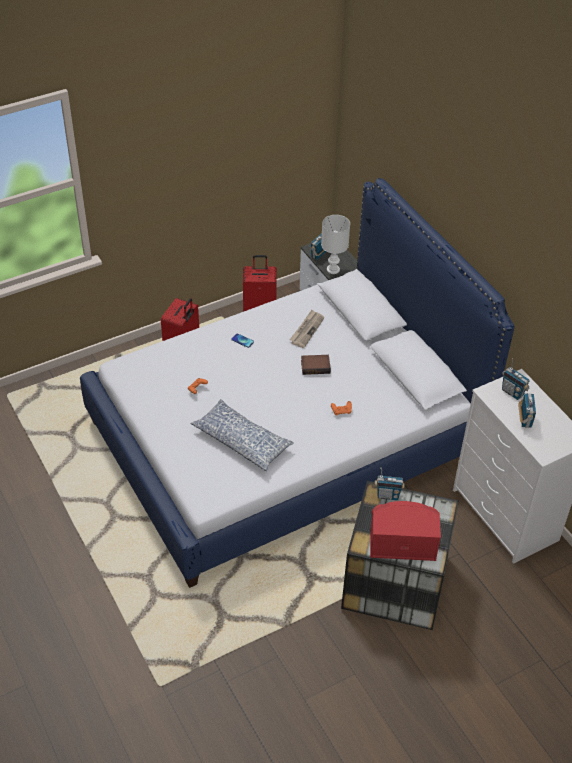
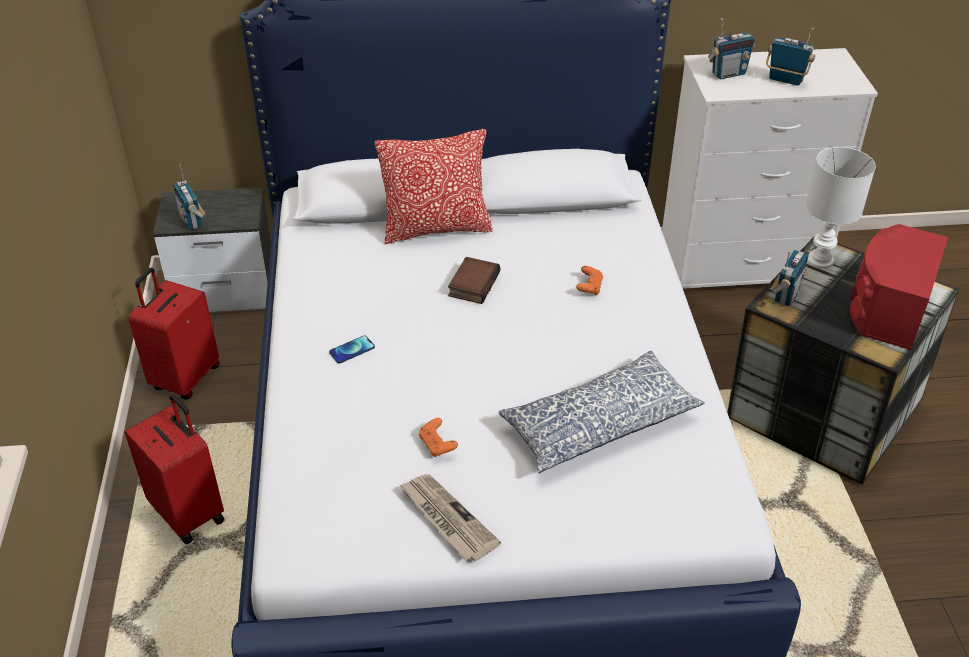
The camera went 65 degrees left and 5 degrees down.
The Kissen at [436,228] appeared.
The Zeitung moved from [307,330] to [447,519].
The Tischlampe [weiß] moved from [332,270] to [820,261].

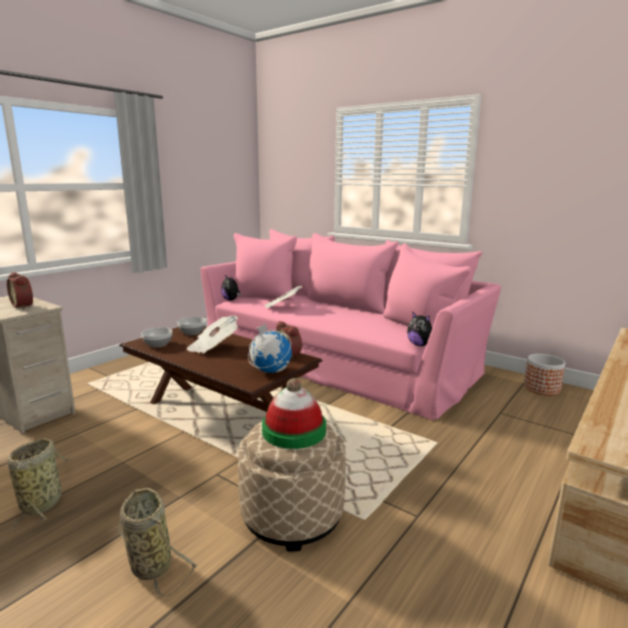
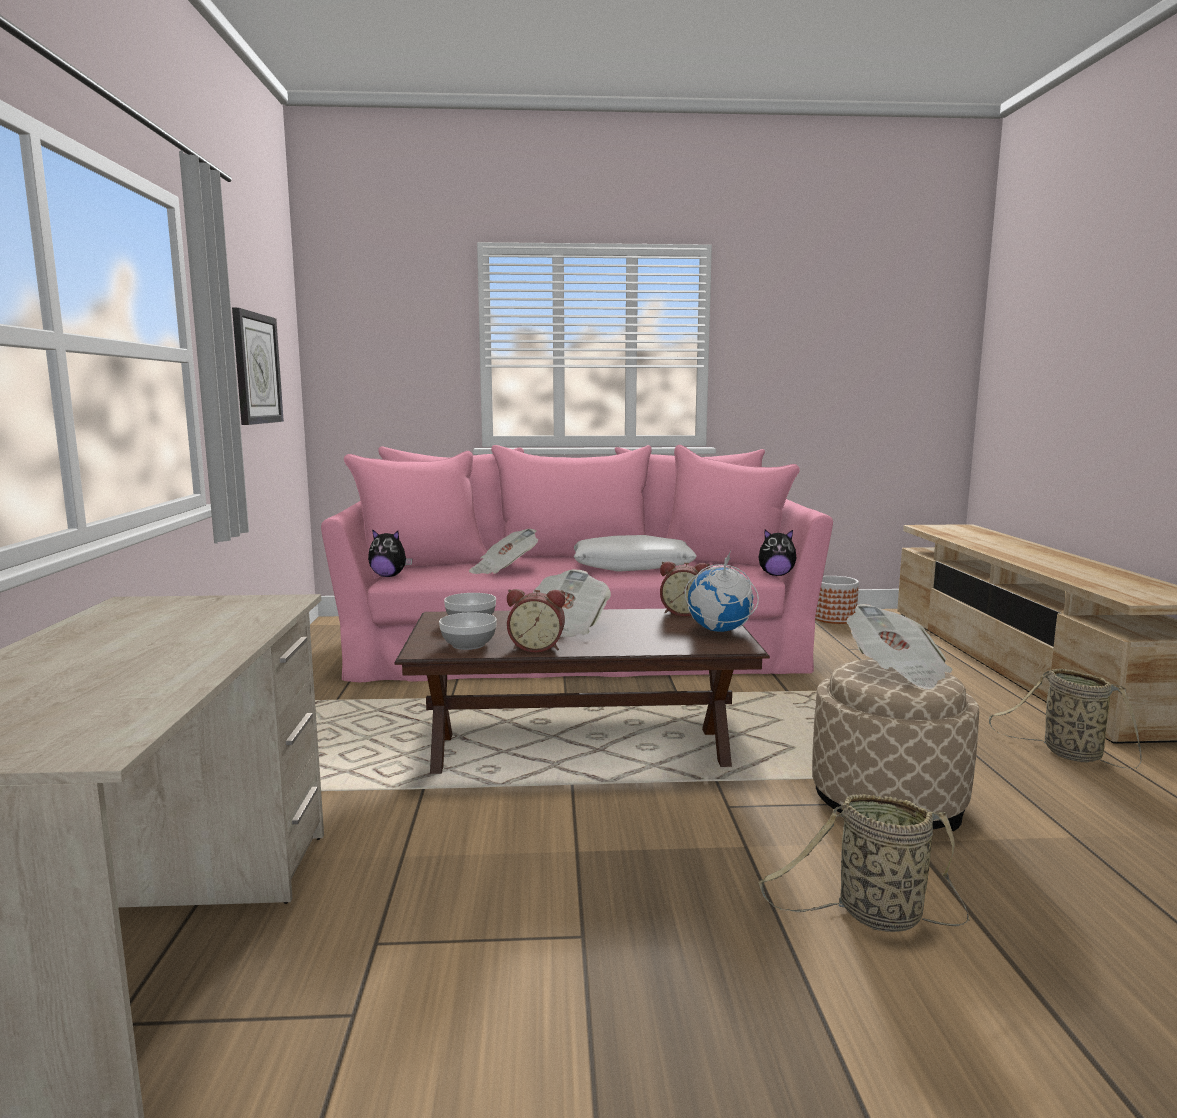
The camera went 40 degrees left and 5 degrees down.
The Wanduhr at [256,368] appeared.
The Kissen [weiß] at [632,567] appeared.
The Wecker moved from [24,306] to [537,647].
The Korb moved from [43,502] to [1067,753].
The Hut at [294,431] was replaced by the Zeitung at [897,672].

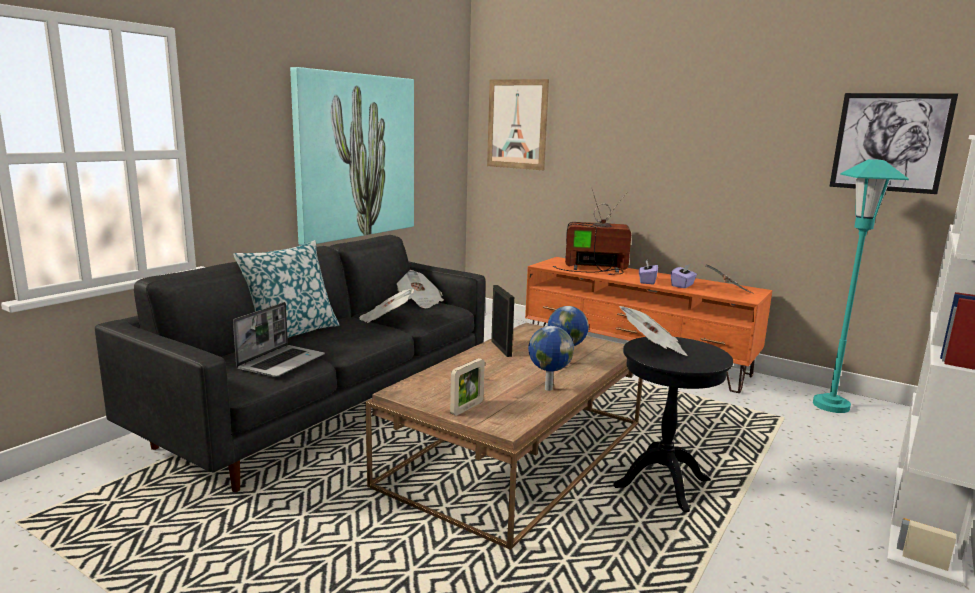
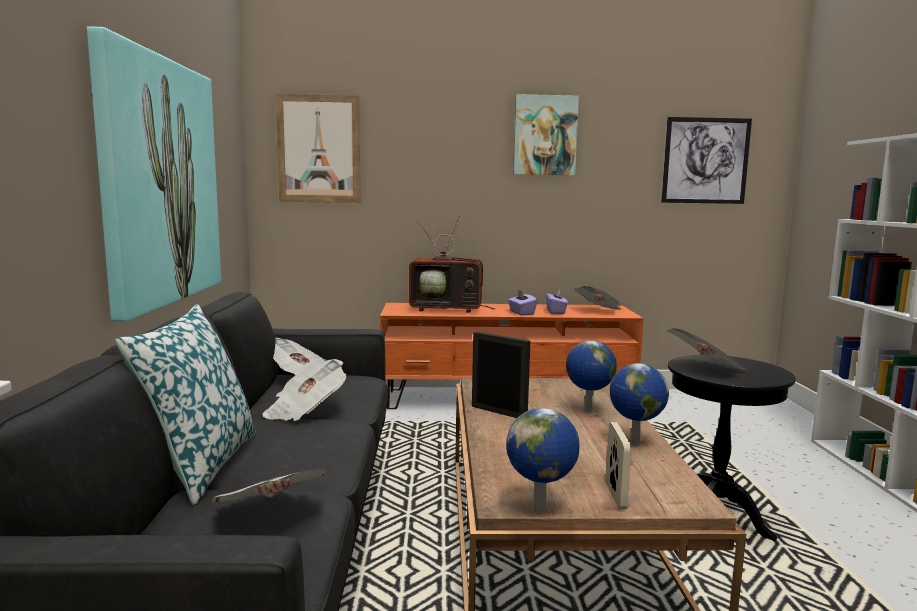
The camera went 35 degrees left and 5 degrees down.
The Stehlampe [türkis] at [831,405] disappeared.
The Globus at [541,510] appeared.
The Bild at [545,135] appeared.
The Laptop at [281,362] was replaced by the Zeitung at [270,515].
The Fernseher at [593,268] turned 150 degrees counterclockwise.

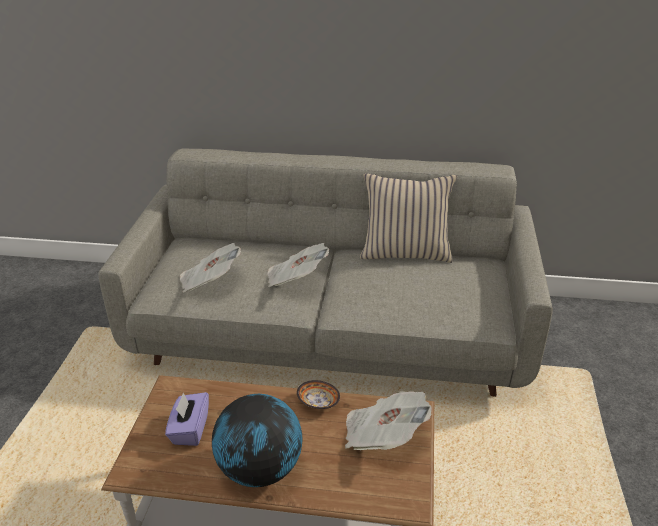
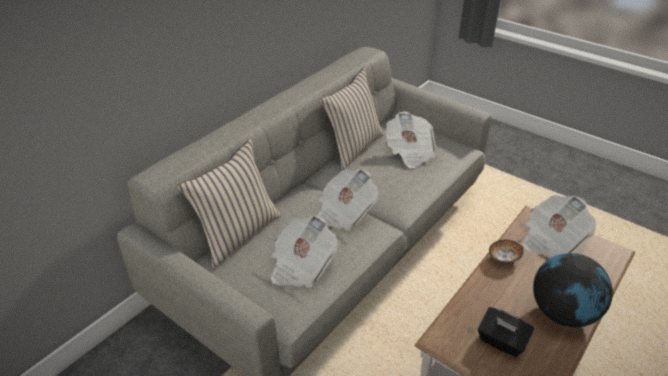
The camera went 60 degrees left and 5 degrees up.
The Kissen [beige] at [237,234] appeared.
The Zeitung at [409,152] appeared.
The Taschentuchbox [lila] at [190,430] became the Taschentuchbox [schwarz] at [501,342].

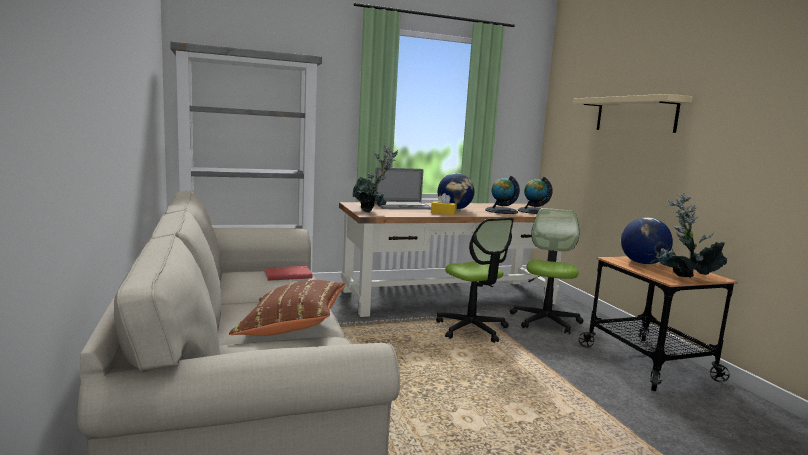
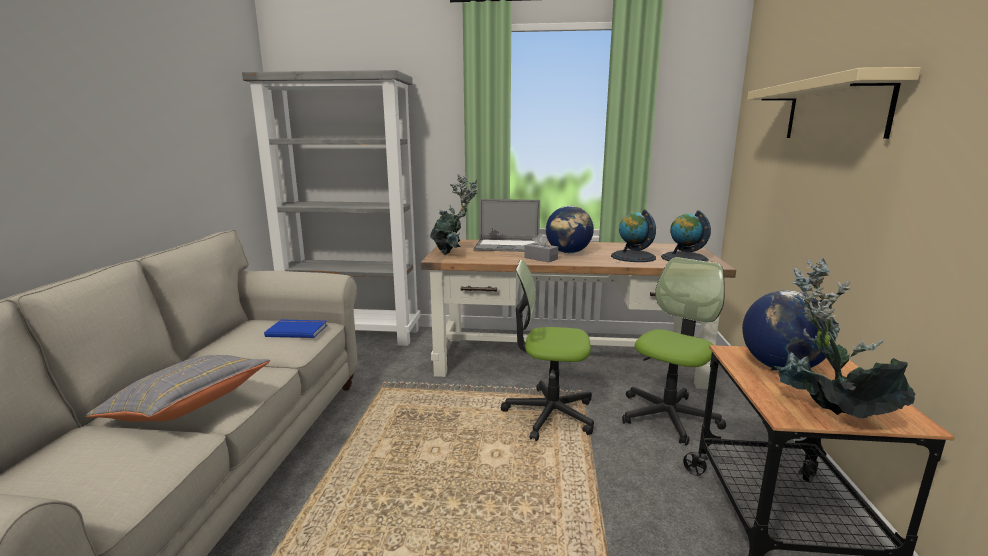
The camera went 25 degrees right and 5 degrees up.
The Kissen [braun] at [292,326] became the Kissen [grau] at [187,409].
The Buch [rot] at [287,275] became the Buch [blau] at [297,330].
The Taschentuchbox [gelb] at [443,213] became the Taschentuchbox [grau] at [541,258].
The Bürostuhl at [471,329] turned 105 degrees clockwise.

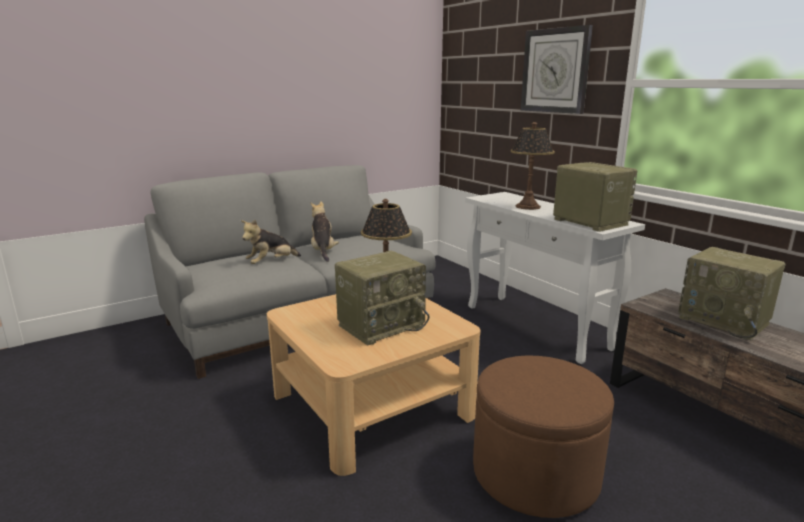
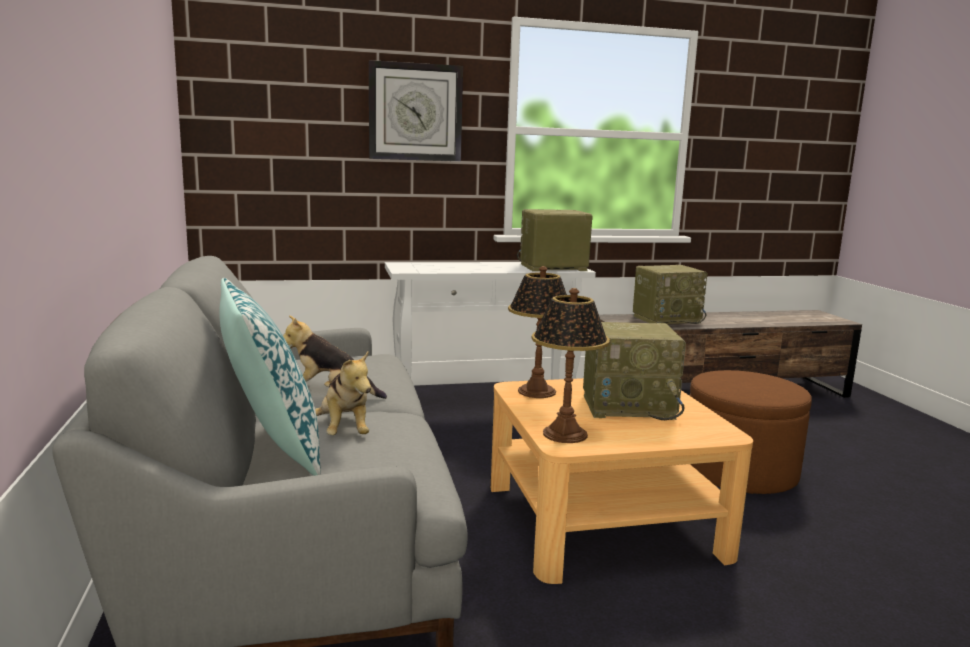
The camera went 70 degrees left and 5 degrees down.
The Kissen at [271,446] appeared.
The Tischlampe moved from [527,206] to [564,434].
The Radio at [381,325] turned 105 degrees clockwise.

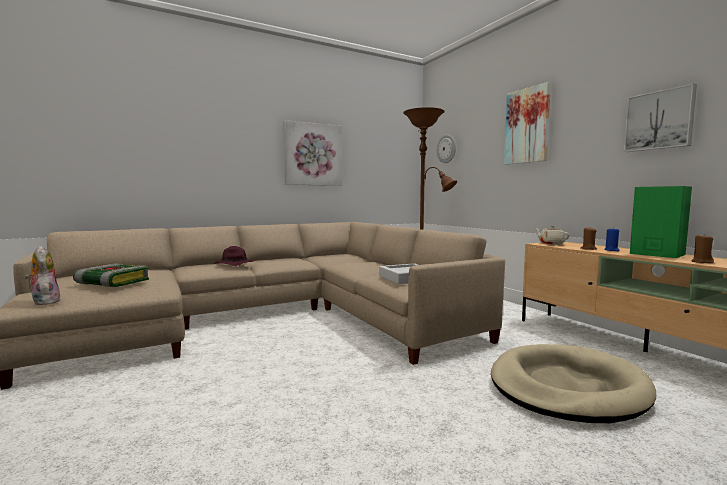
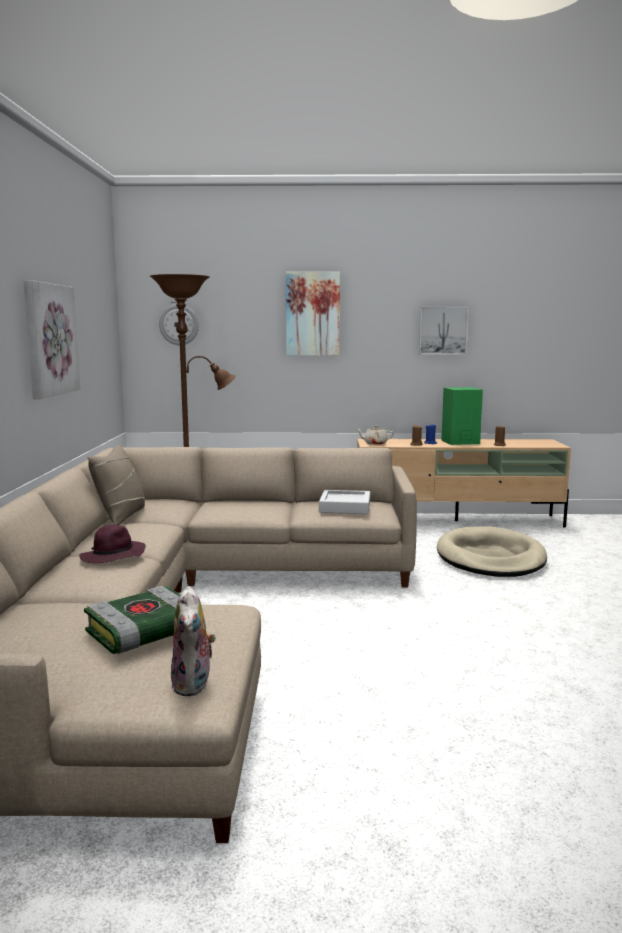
The camera went 60 degrees left and 5 degrees up.
The Kissen [beige] at [121,516] appeared.
The Plüschtier at [44,302] turned 90 degrees counterclockwise.

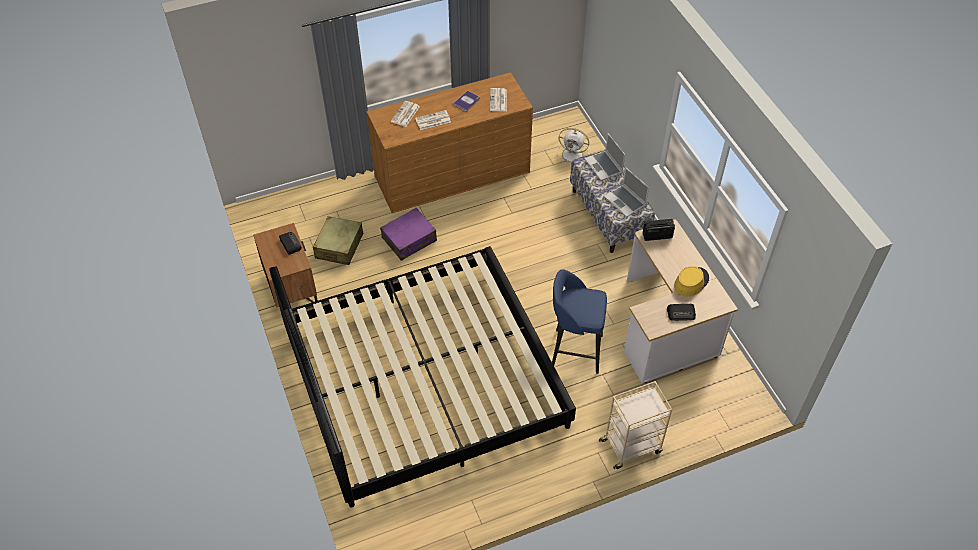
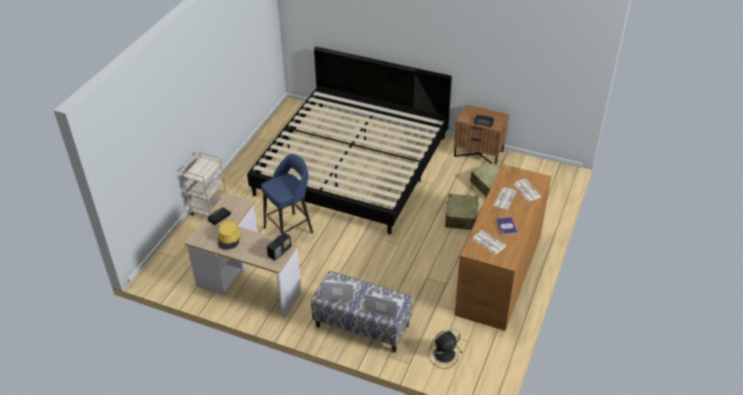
The camera went 135 degrees right and 10 degrees down.
The Koffer [lila] at [409,239] became the Koffer [beige] at [461,217].
The Ventilator [weiß] at [573,155] became the Ventilator [schwarz] at [443,354].

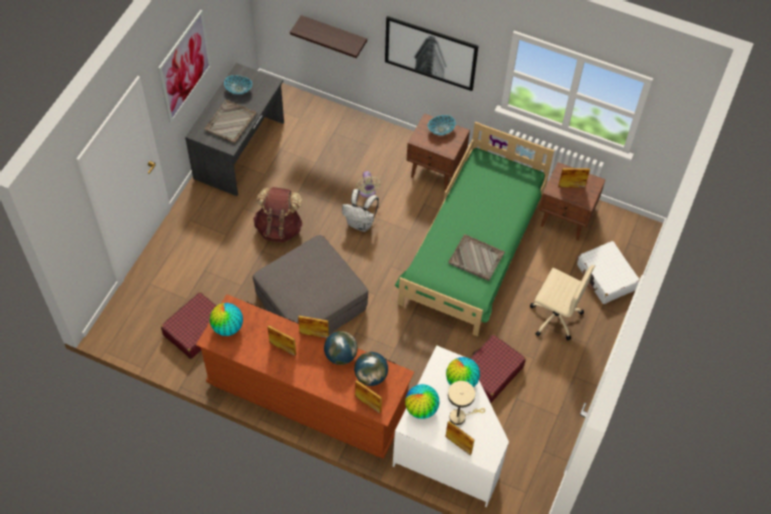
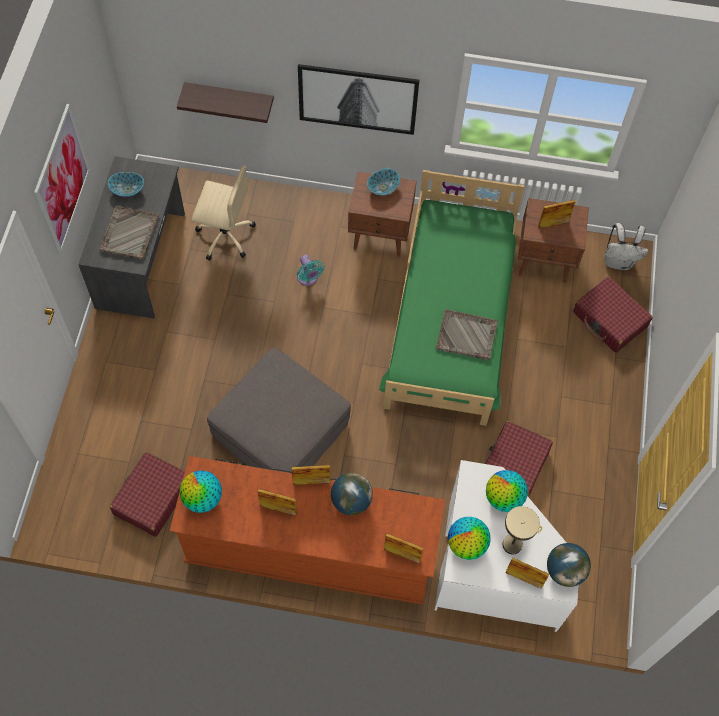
The camera went 15 degrees left and 5 degrees up.
The Rucksack [braun] at [279,228] disappeared.
The Rucksack [weiß] moved from [360,223] to [619,261].
The Globus moved from [371,376] to [564,570].
The Bürostuhl [beige] moved from [554,316] to [224,235].
The Ventilator [beige] at [367,192] became the Ventilator [türkis] at [308,278].
The Koffer [weiß] at [606,277] became the Koffer [rot] at [609,320].

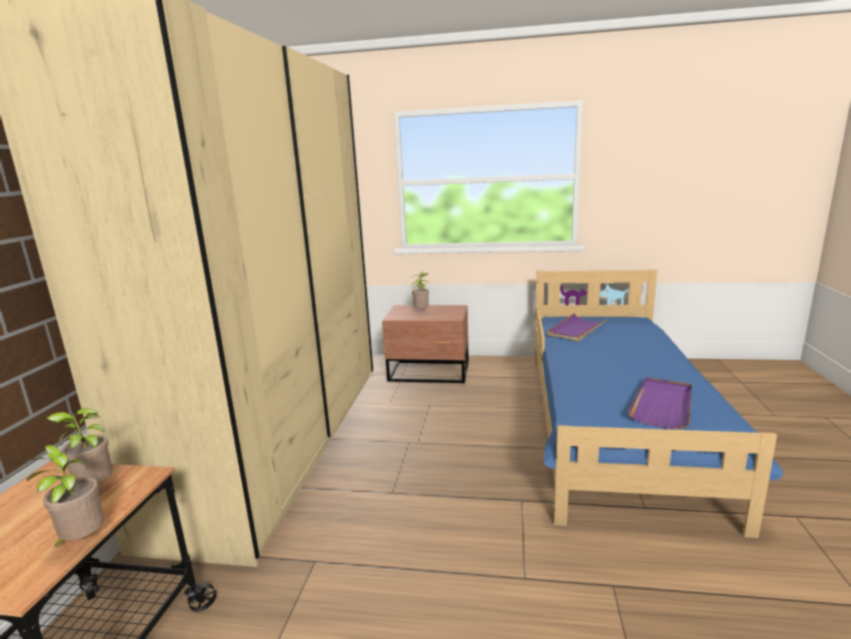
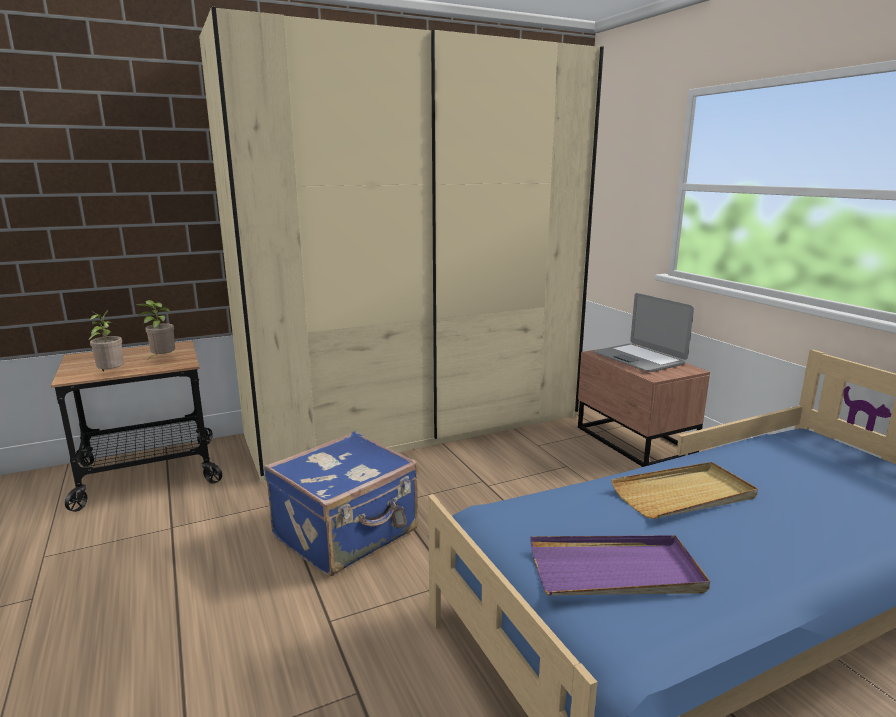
The camera went 55 degrees right and 0 degrees up.
The Tablett [lila] at [576,330] disappeared.
The Koffer [blau] at [347,534] appeared.
The Tablett [beige] at [684,495] appeared.
The Topfpflanze at [421,311] was replaced by the Laptop at [639,359].

